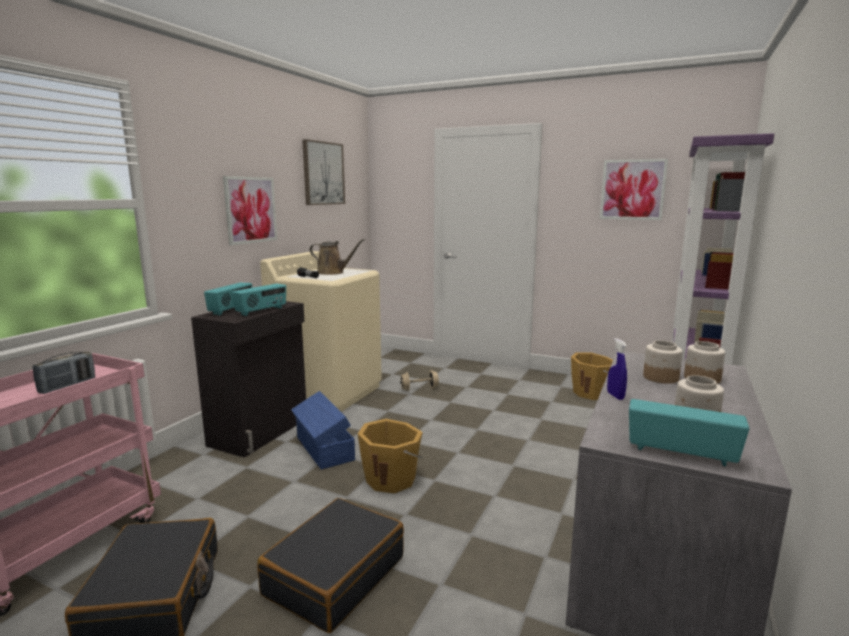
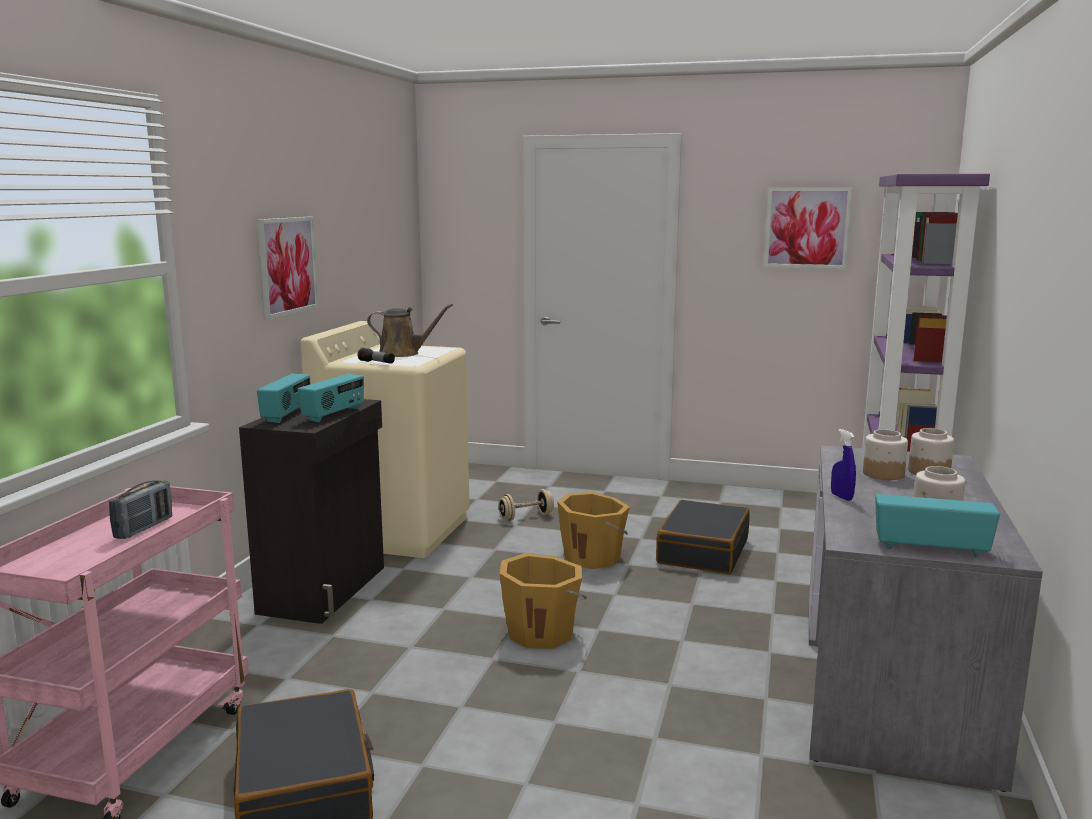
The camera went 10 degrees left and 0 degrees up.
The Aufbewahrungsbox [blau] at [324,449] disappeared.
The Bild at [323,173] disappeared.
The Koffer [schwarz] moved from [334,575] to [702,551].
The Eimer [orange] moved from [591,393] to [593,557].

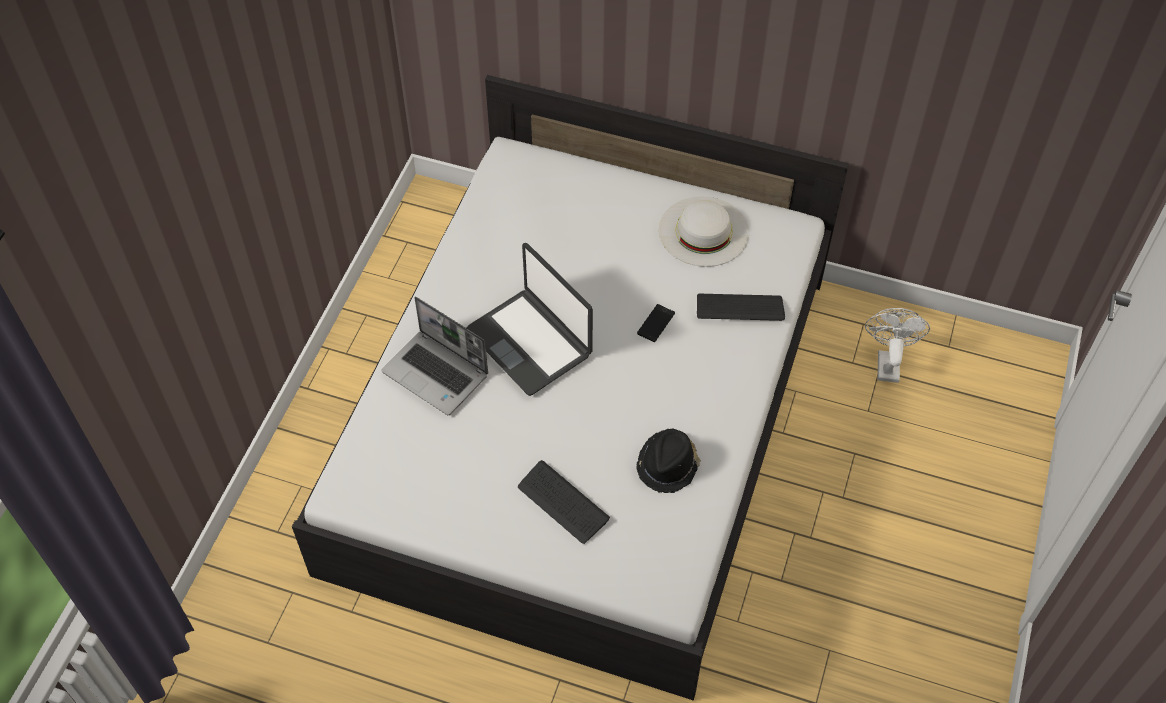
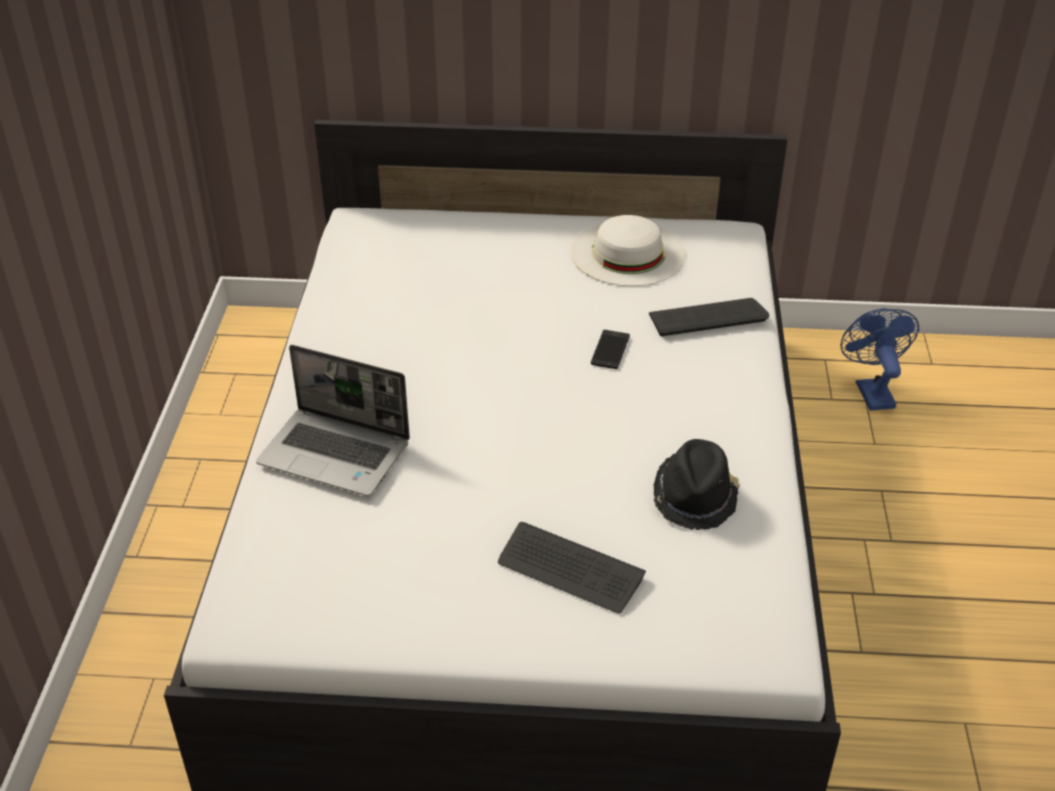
The camera went 15 degrees left and 15 degrees down.
The Laptop at [530,342] disappeared.
The Ventilator [weiß] at [887,362] became the Ventilator [blau] at [871,391].

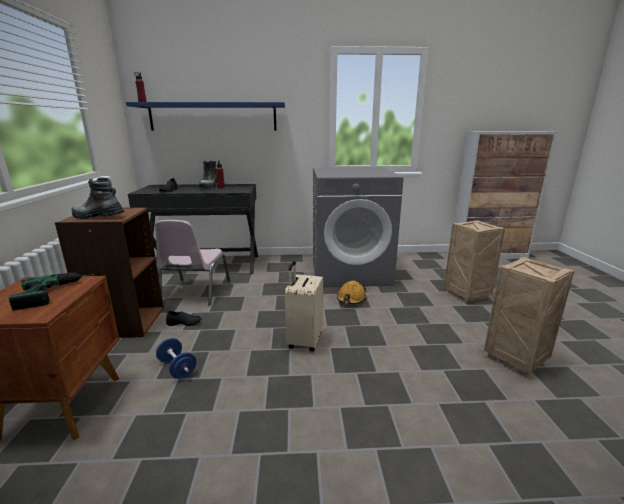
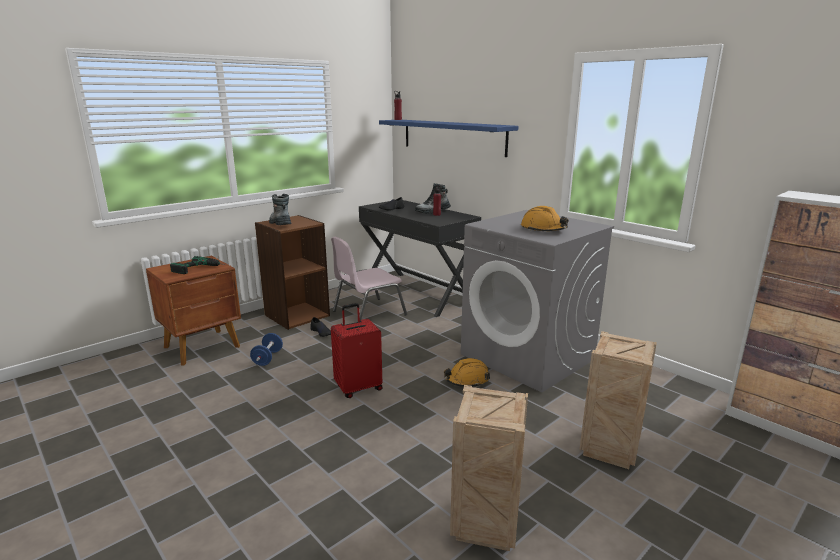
The camera went 50 degrees right and 0 degrees up.
The Schutzhelm [orange] at [543,229] appeared.
The Koffer [beige] at [304,341] became the Koffer [rot] at [358,388].

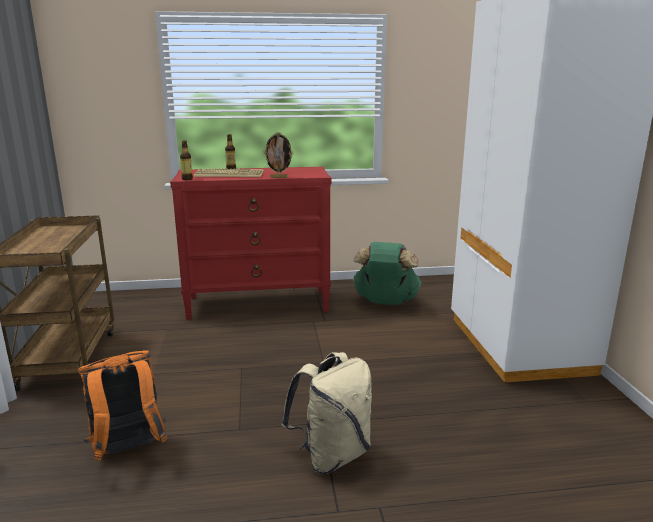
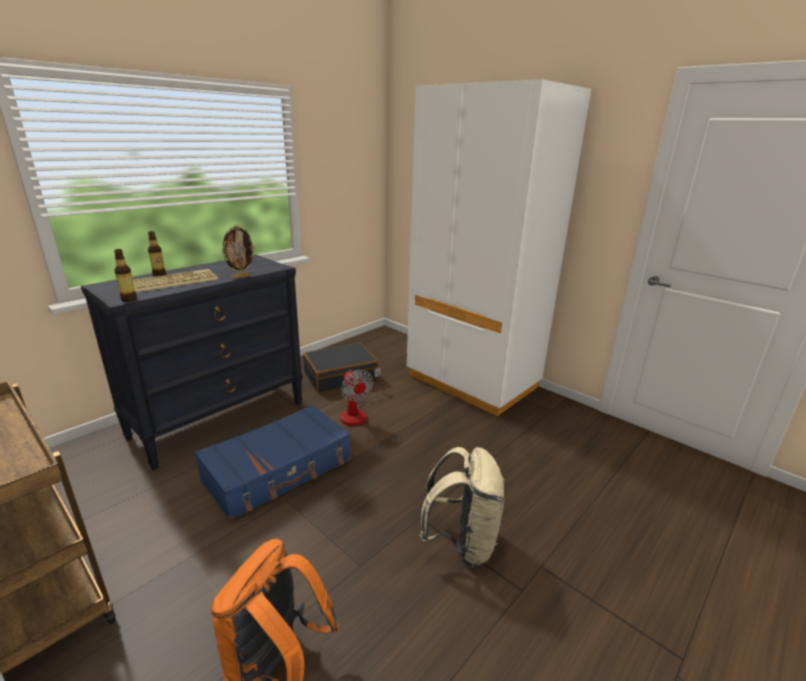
The camera went 40 degrees left and 5 degrees up.
The Koffer [blau] at [279,470] appeared.
The Ventilator at [358,413] appeared.
The Rucksack [grün] at [385,302] was replaced by the Koffer [schwarz] at [340,376].
The Kommode [rot] at [258,303] became the Kommode [schwarz] at [220,419].

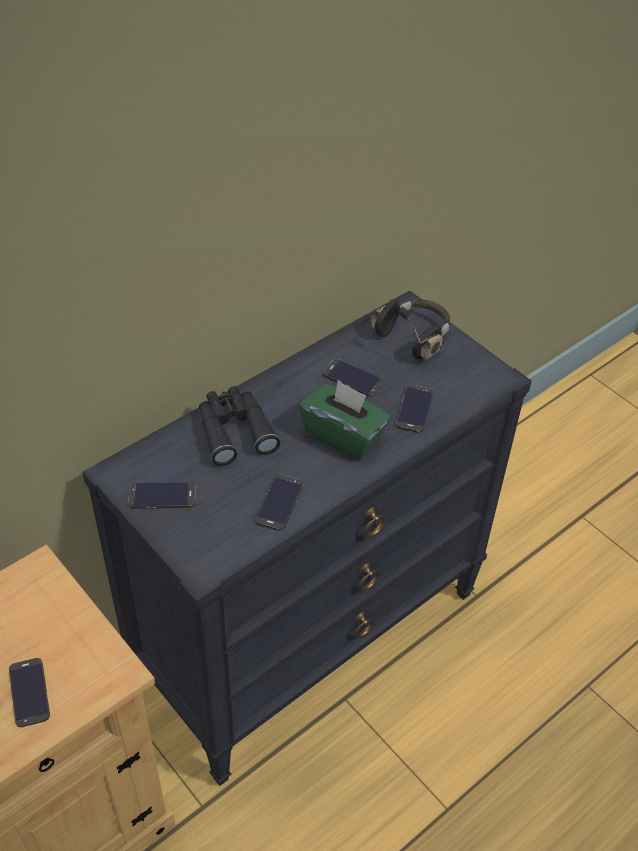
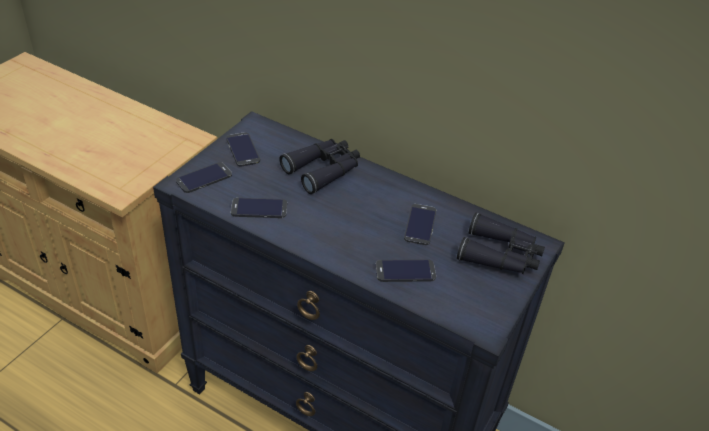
The camera went 70 degrees right and 5 degrees down.
The Taschentuchbox [grün] at [344,435] disappeared.
The Handy moved from [29,692] to [204,178].
The Kopfhörer [schwarz] at [414,337] was replaced by the Fernglas [schwarz] at [500,255].

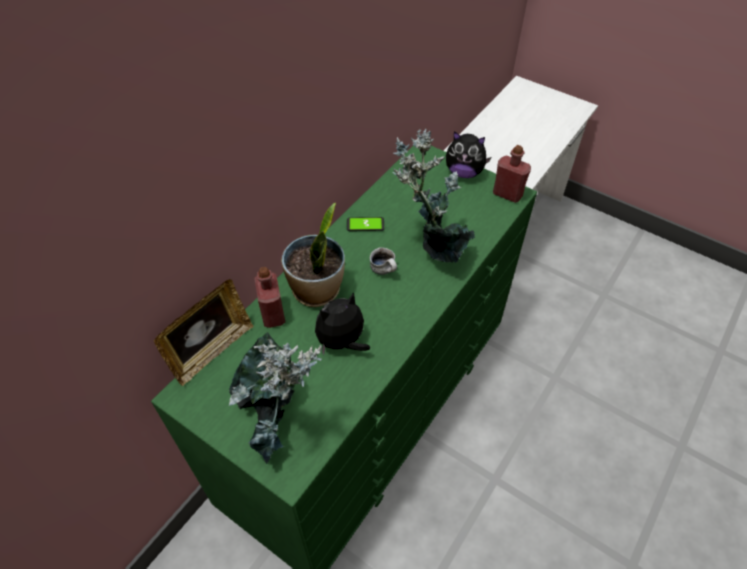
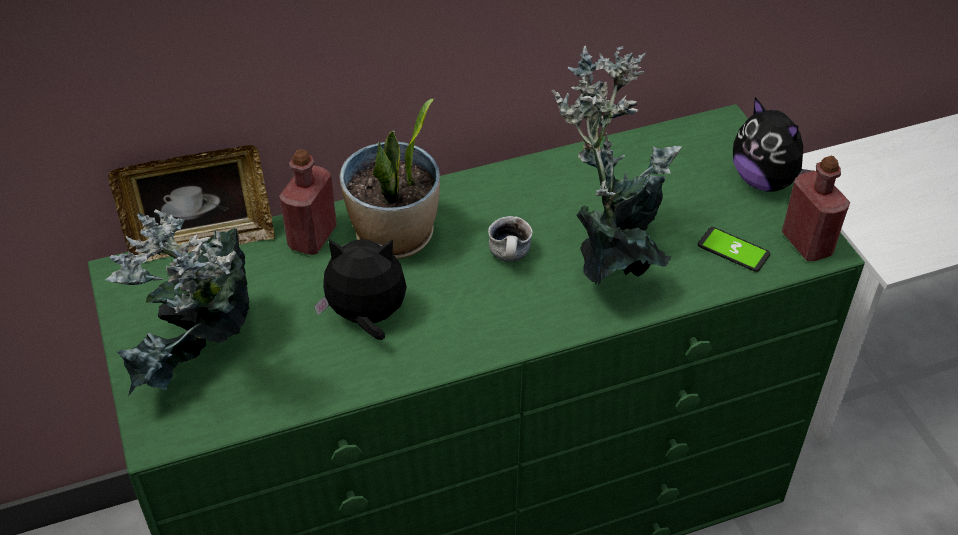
The camera went 35 degrees right and 5 degrees down.
The Handy moved from [365,225] to [733,250].

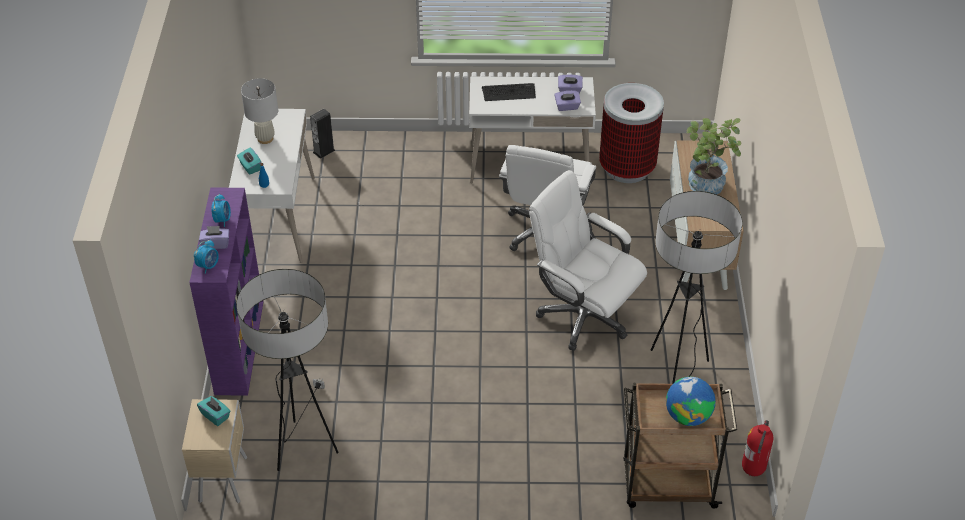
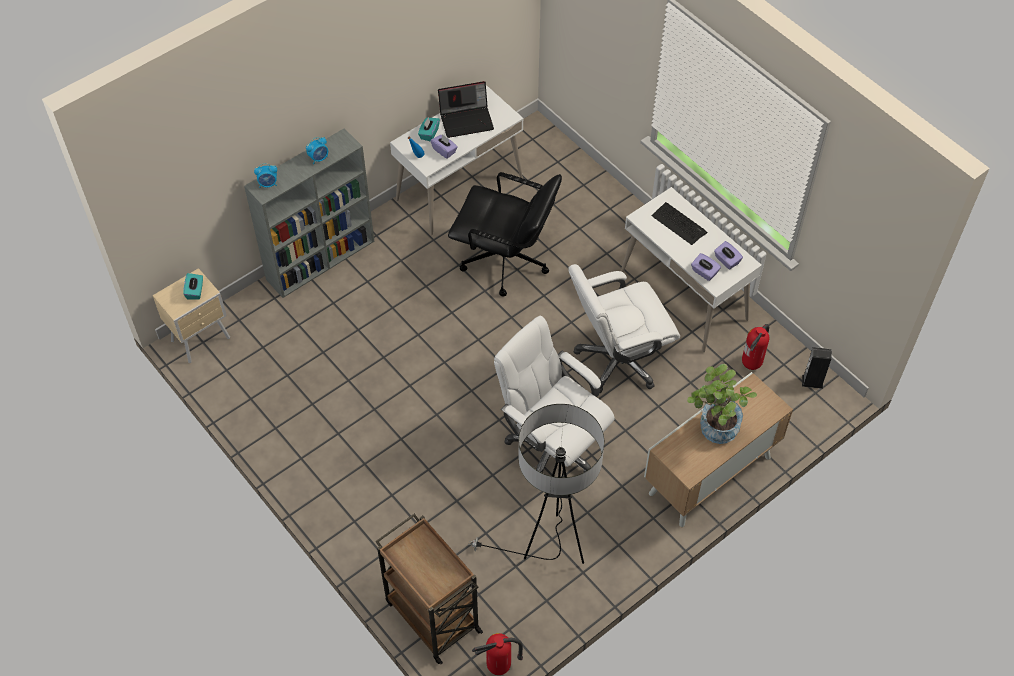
The camera went 50 degrees right and 10 degrees up.
The Stehlampe at [304,448] disappeared.
The Globus at [688,416] disappeared.
The Bürostuhl [schwarz] at [505,262] appeared.
The Taschentuchbox [lila] moved from [216,244] to [444,151].
The Lautsprecher moved from [324,151] to [812,381].
The Tischlampe [weiß] at [265,138] was replaced by the Laptop at [467,120].
The Mülleimer at [627,168] was replaced by the Feuerlöscher at [751,365].
The Bücherregal [lila] at [239,345] became the Bücherregal [grau] at [321,259].
The Bürostuhl [weiß] at [583,316] turned 45 degrees counterclockwise.

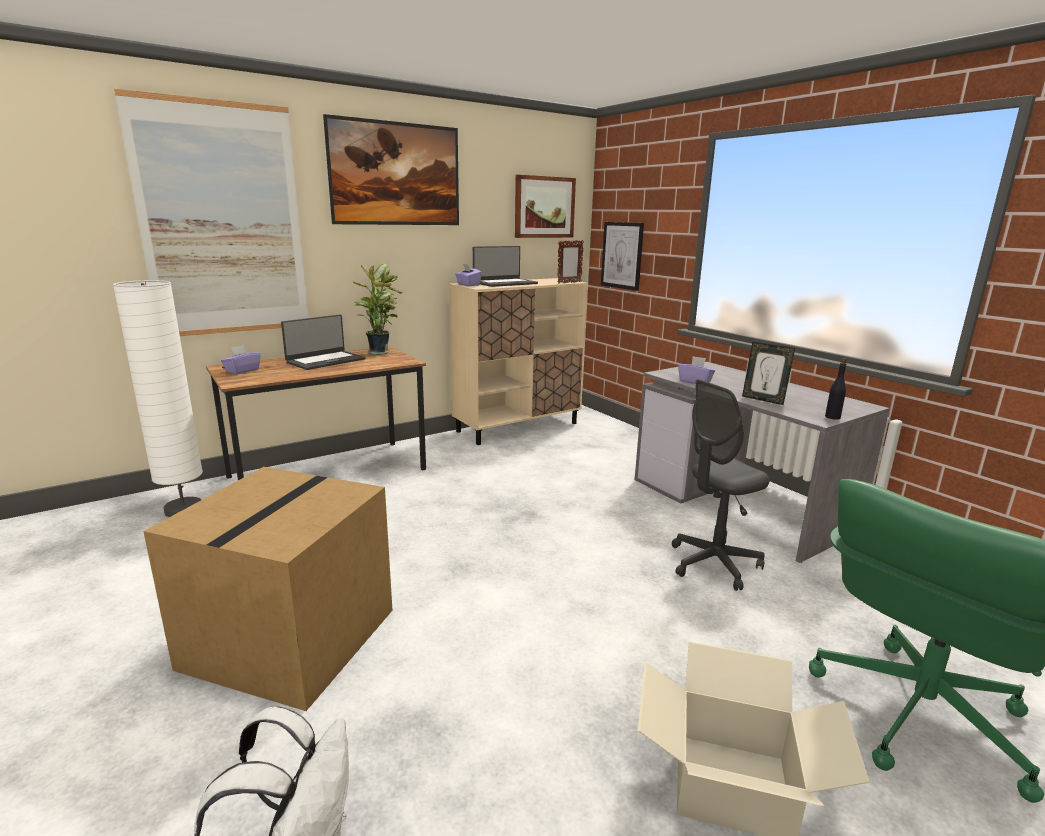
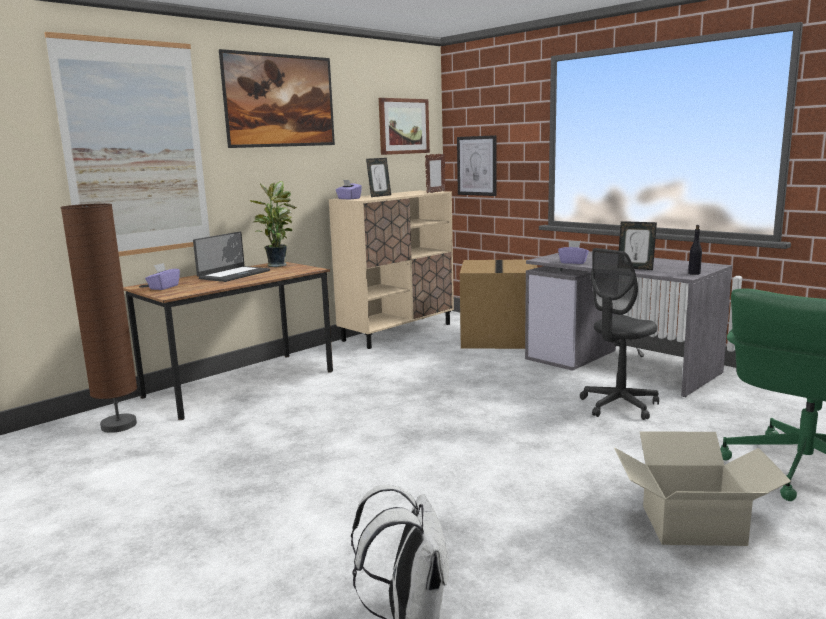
The camera went 10 degrees left and 5 degrees down.
The Karton moved from [290,636] to [498,337].
The Laptop at [505,283] was replaced by the Bilderrahmen at [379,196].
The Stehlampe [weiß] at [183,509] became the Stehlampe [braun] at [118,425].

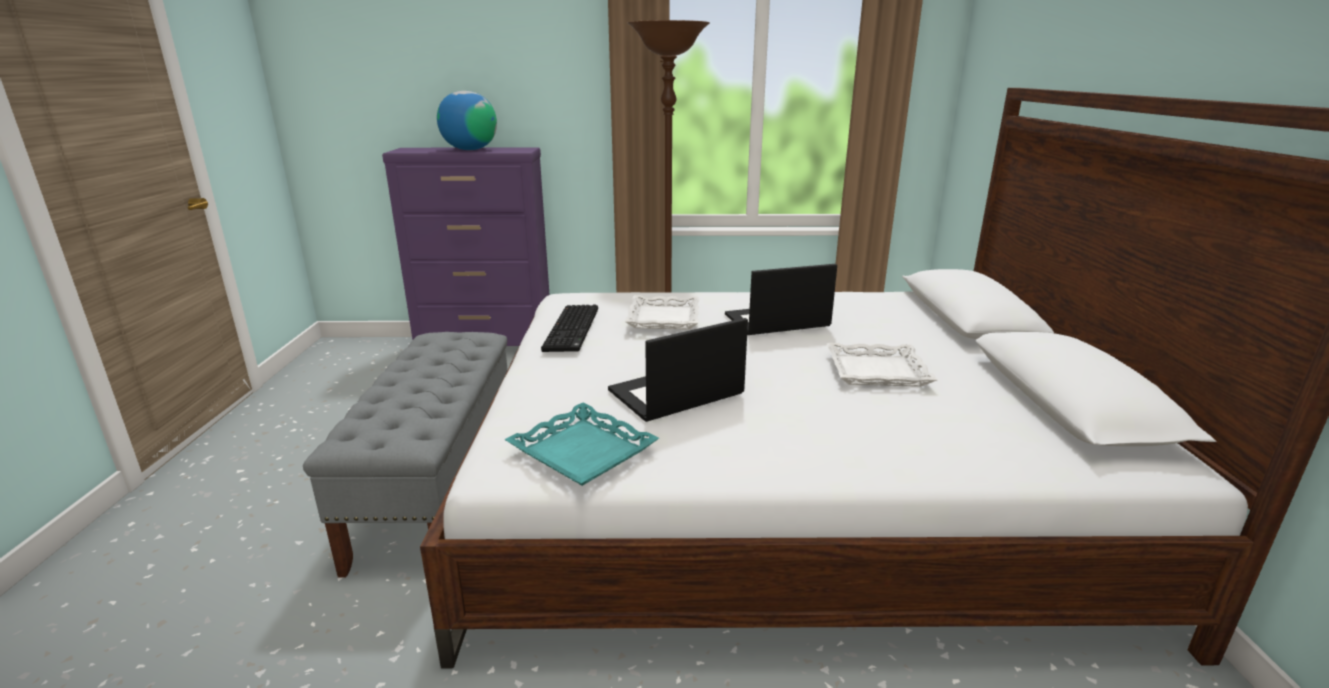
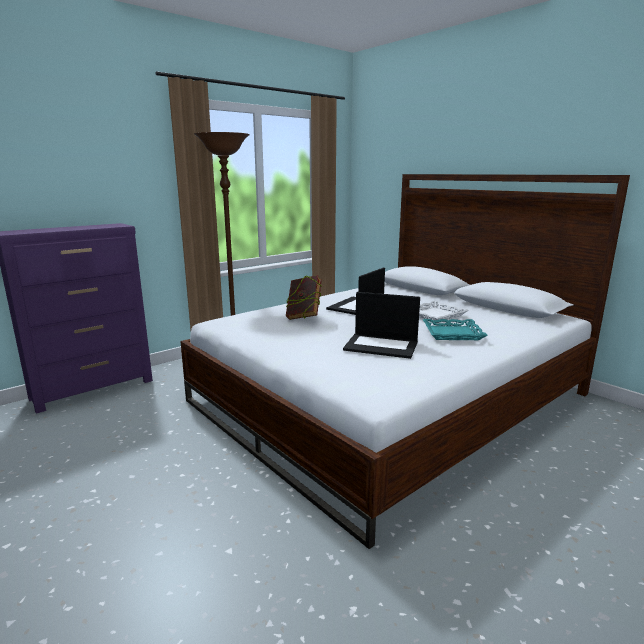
The camera went 40 degrees left and 5 degrees down.
The Bank [grau] at [439,489] disappeared.
The Globus at [470,150] disappeared.
The Tastatur at [573,330] disappeared.
The Tablett [türkis] moved from [581,452] to [452,334].
The Tablett [weiß] at [664,318] was replaced by the Buch at [304,317].
The Laptop at [675,393] turned 90 degrees counterclockwise.

